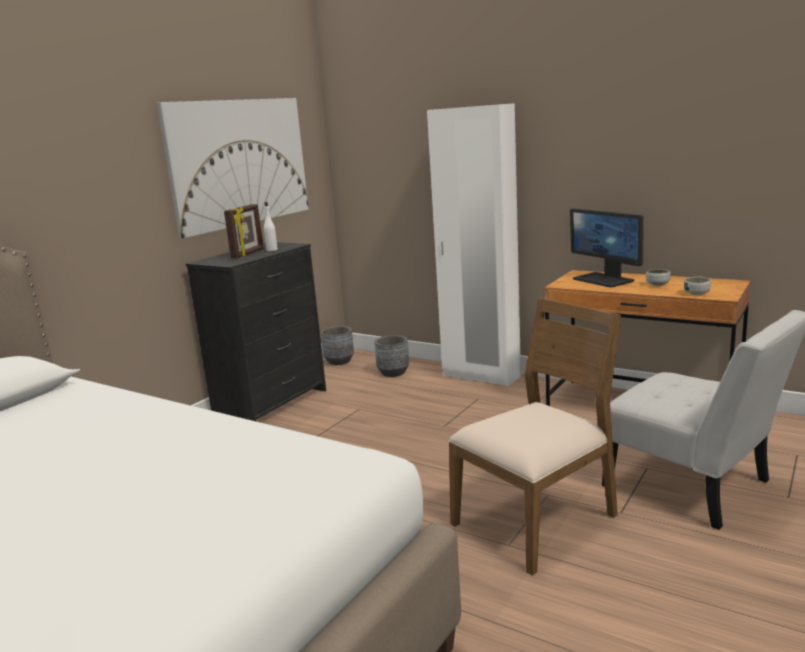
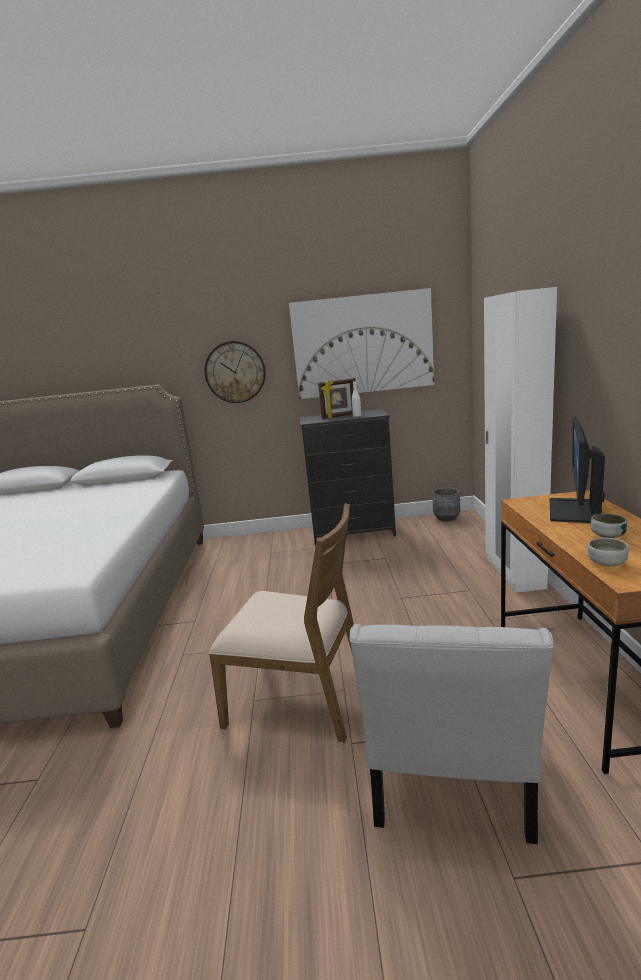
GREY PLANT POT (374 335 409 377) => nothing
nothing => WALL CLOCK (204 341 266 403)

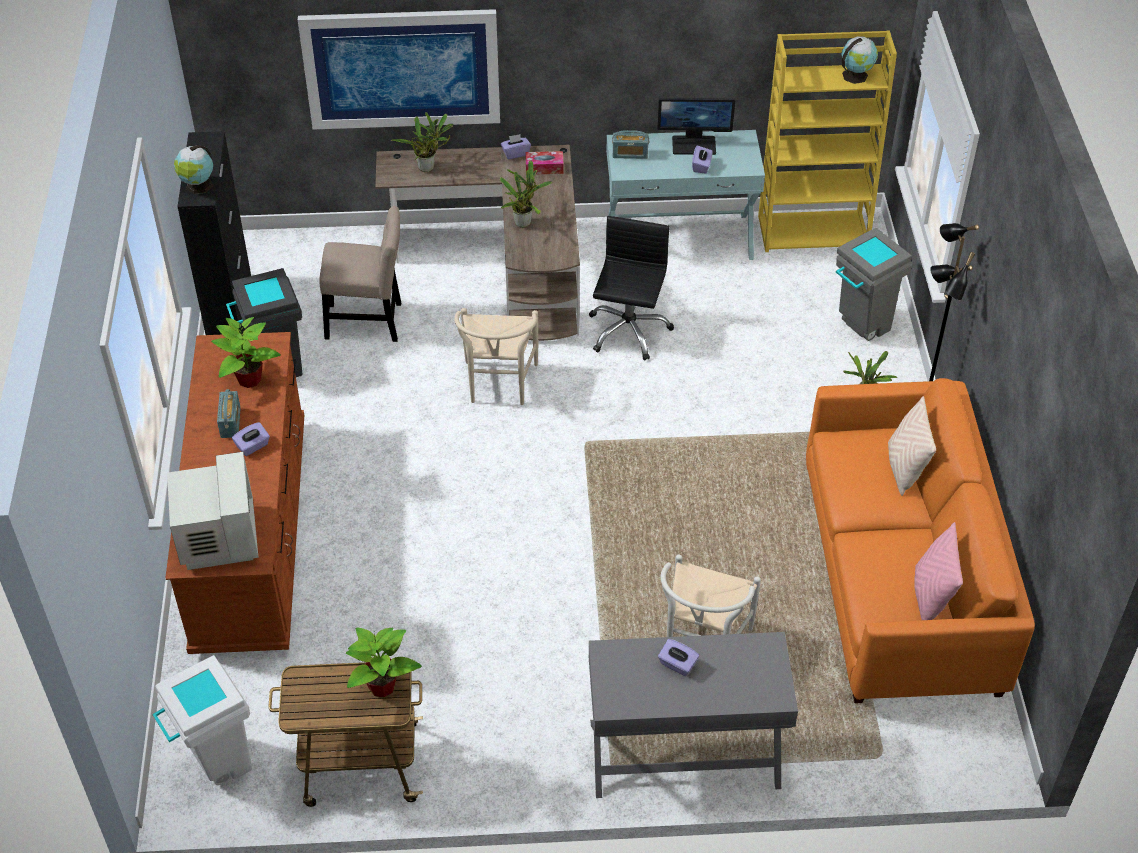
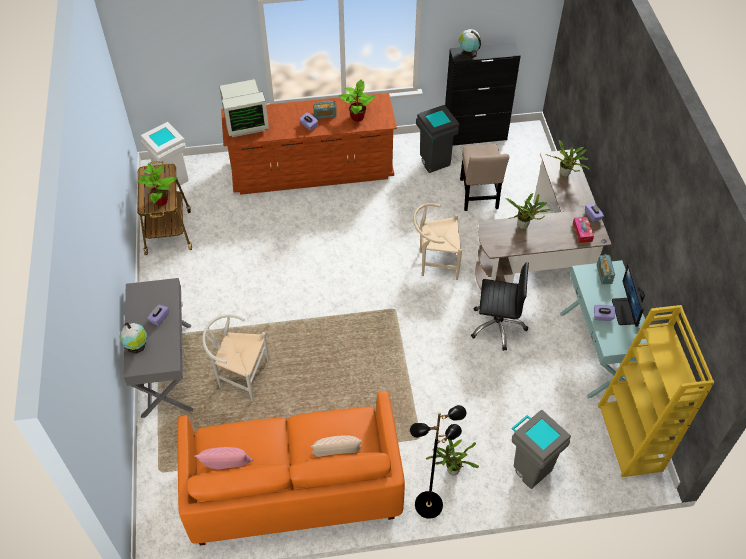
PICTURE (298 9 500 130) => nothing
DESK GLOBE (841 36 878 84) => DESK GLOBE (119 322 147 354), relocated

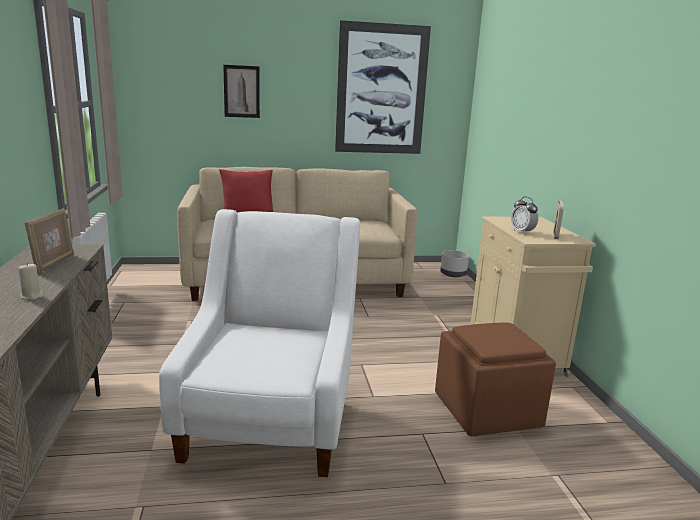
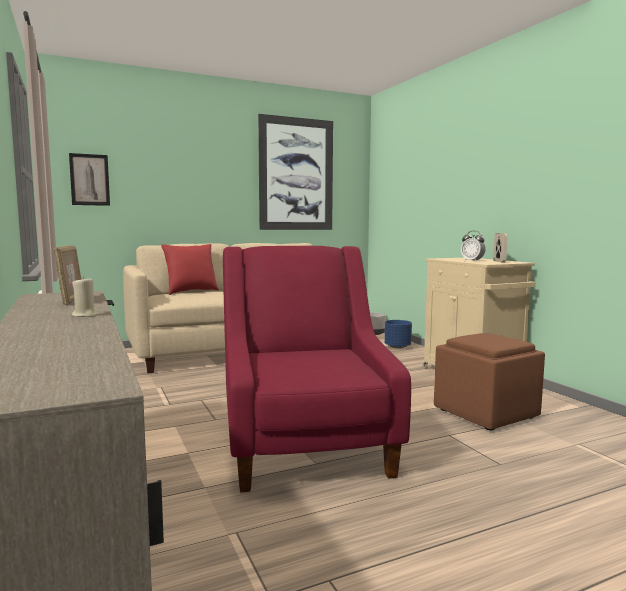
nothing => BLUE-COLOURED PLANT POT (384 320 412 349)
PICTURE (223 65 260 118) => PICTURE (69 153 110 206), relocated
WHITE ARMCHAIR (159 209 360 477) => RED ARMCHAIR (223 246 411 493)

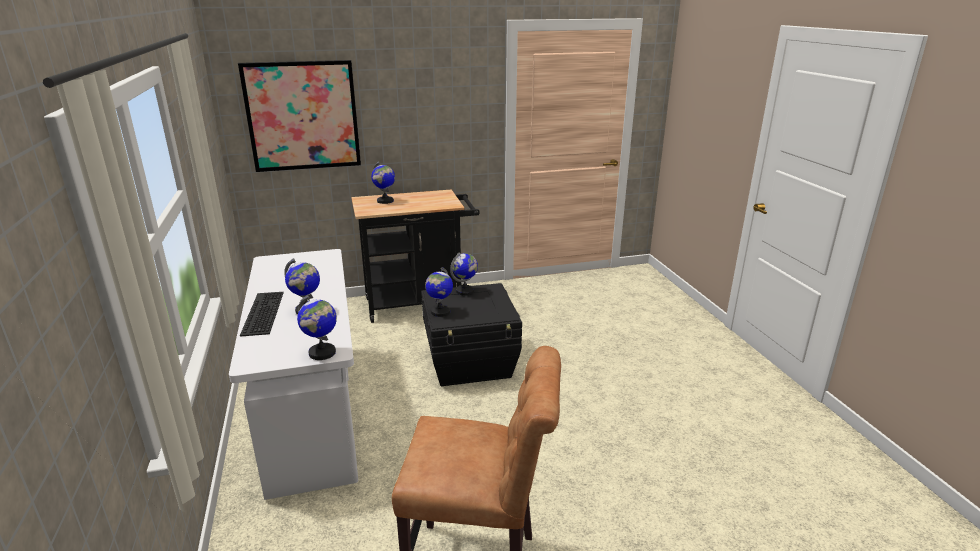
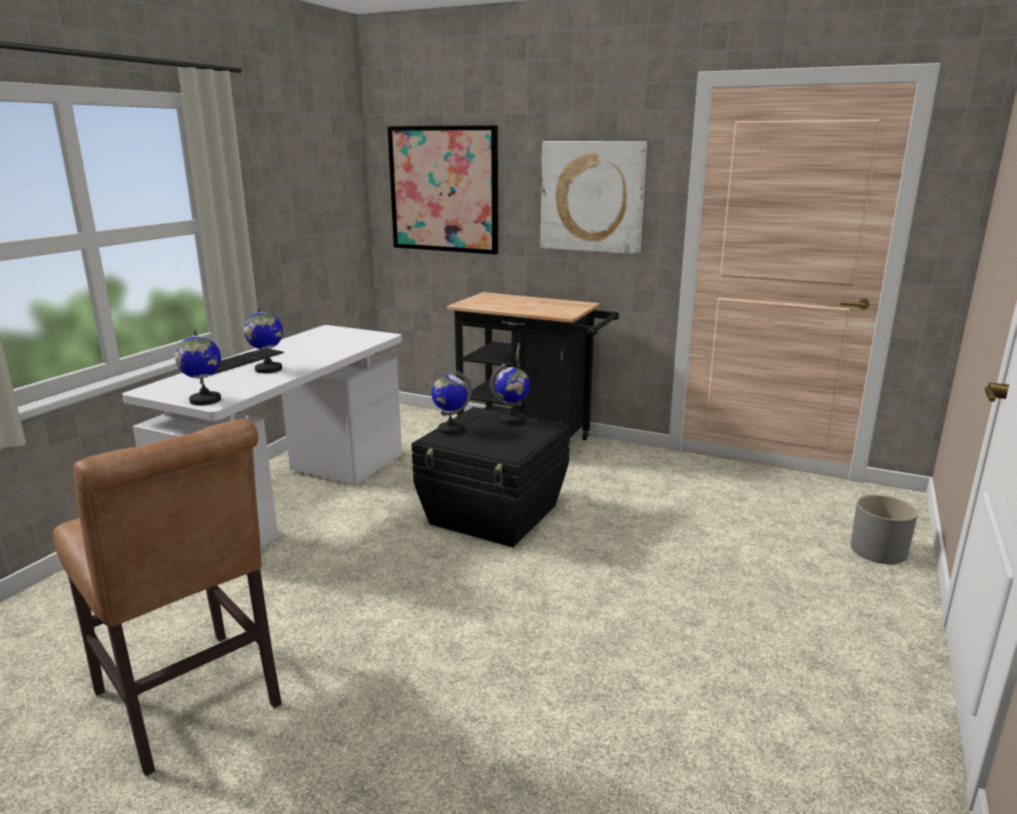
DESK GLOBE (371 161 395 204) => nothing
nothing => PICTURE (541 141 647 255)
nothing => GREY PLANT POT (850 495 918 564)

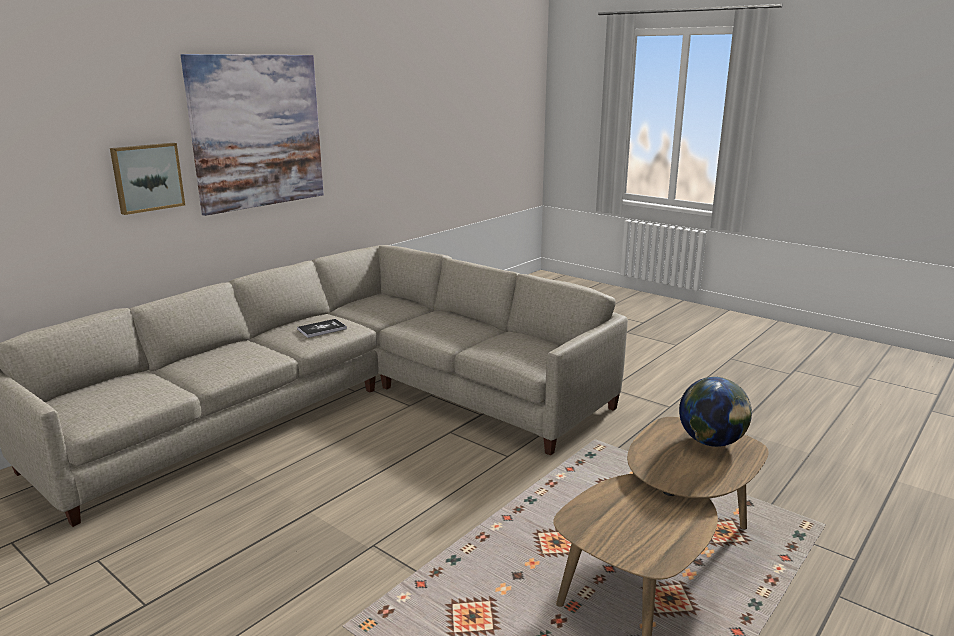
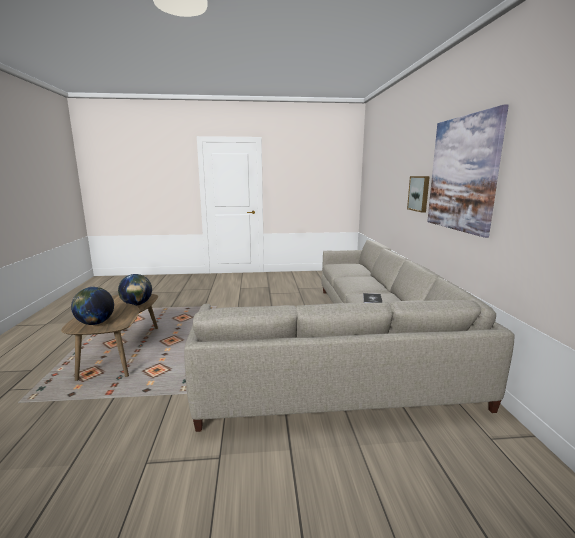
nothing => DESK GLOBE (118 274 152 306)

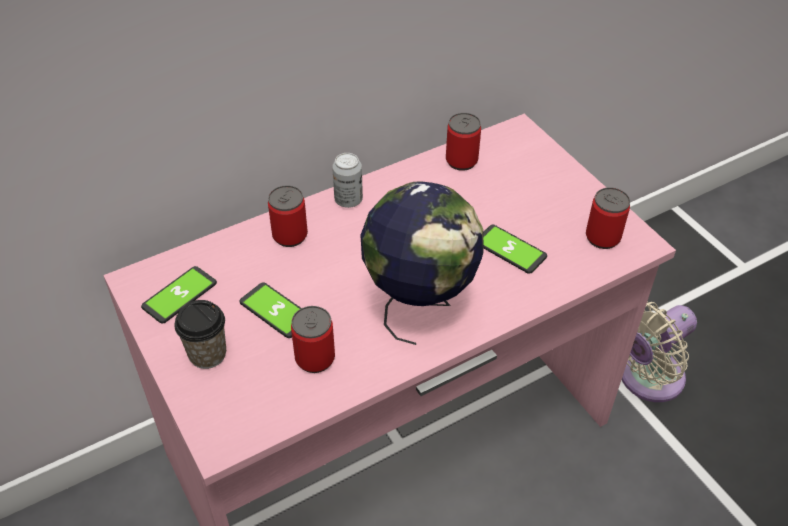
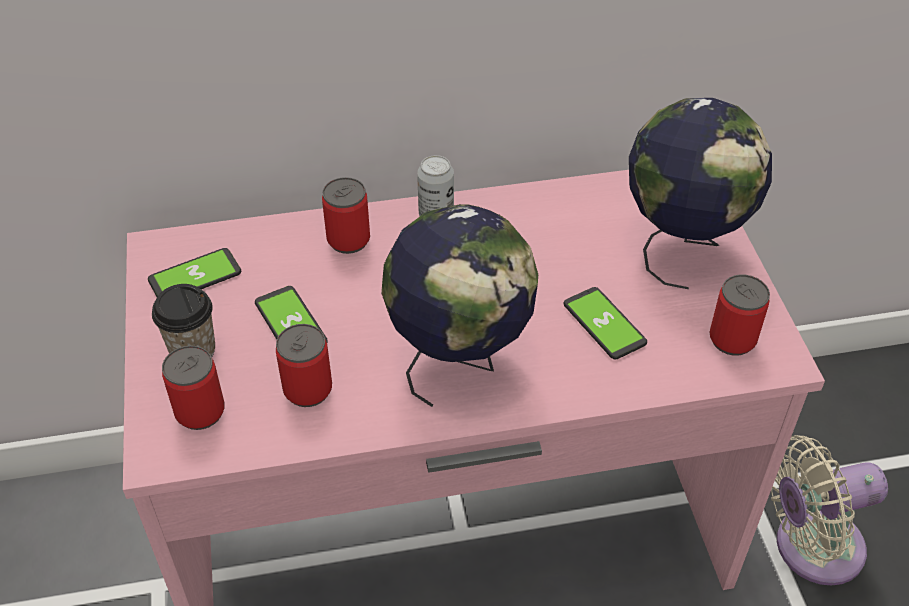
nothing => DESK GLOBE (629 98 772 289)
SEALED CAN (446 113 481 171) => SEALED CAN (162 346 225 430), relocated

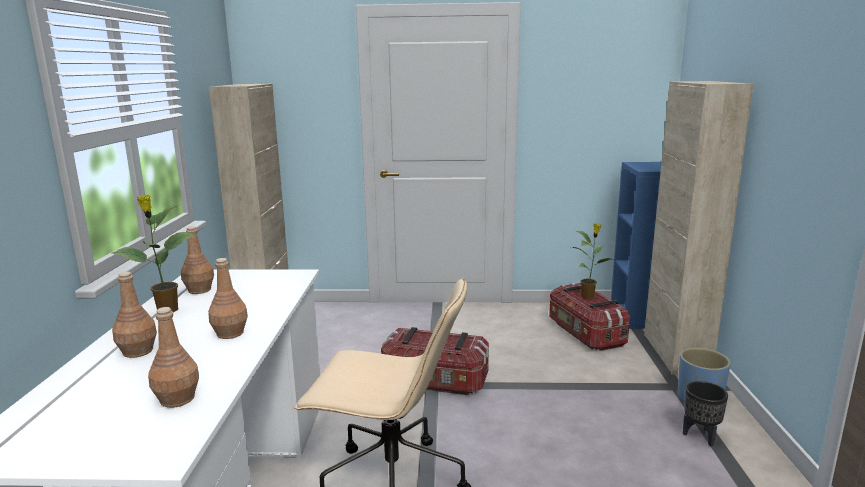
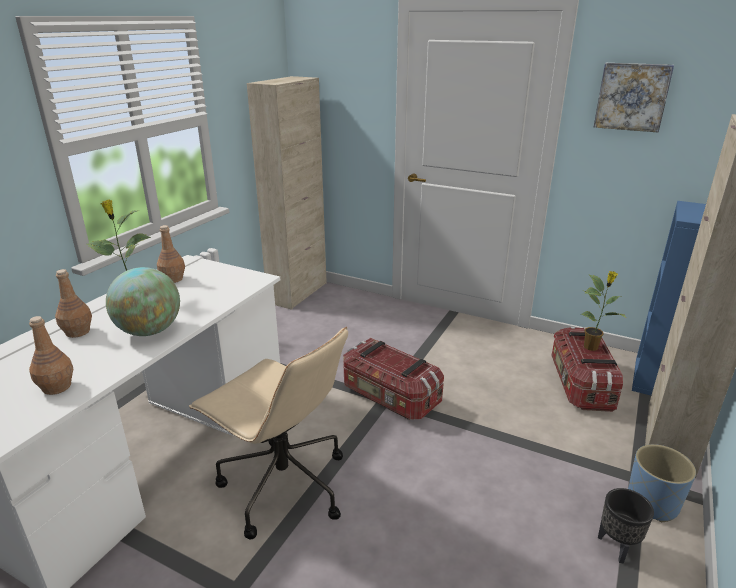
nothing => PICTURE (594 63 674 132)
BROWN BOTTLE (208 258 248 339) => DESK GLOBE (106 267 180 336)

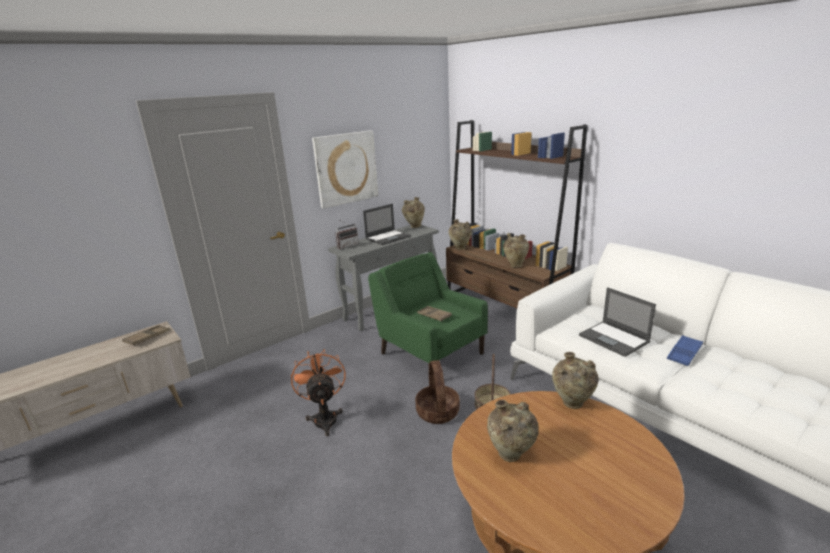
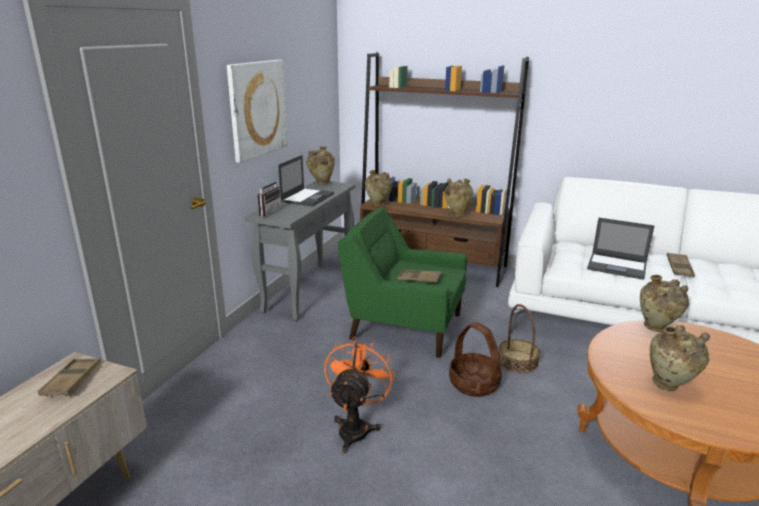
BLUE-COLOURED CARRYING TRAY (667 335 703 366) => BROWN CARRYING TRAY (667 252 695 277)
ORANGE-COLOURED FAN (291 349 346 436) => ORANGE-COLOURED FAN (324 336 395 453), 60 degrees clockwise

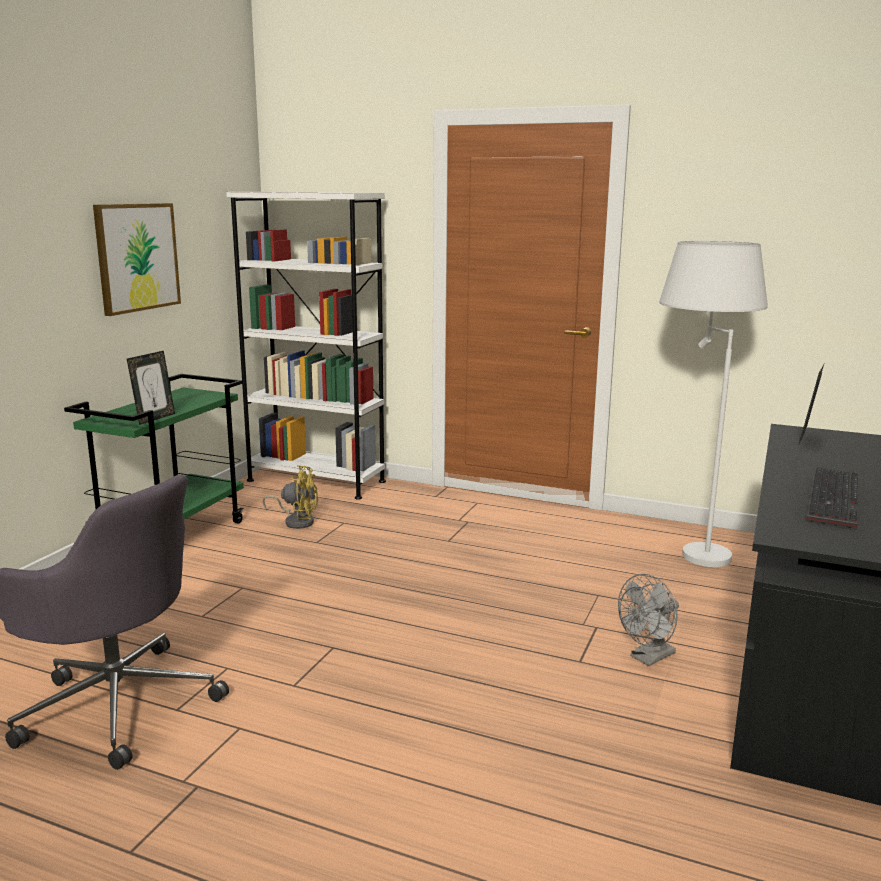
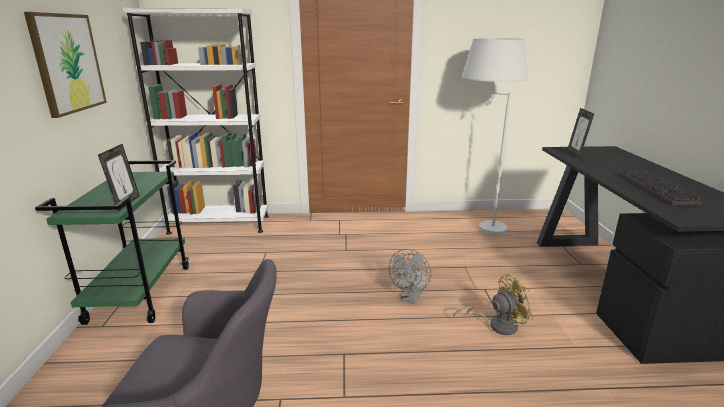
YELLOW FAN (262 465 318 529) => YELLOW FAN (453 274 534 335), relocated
GREY FAN (618 574 679 666) => GREY FAN (389 249 431 304), relocated

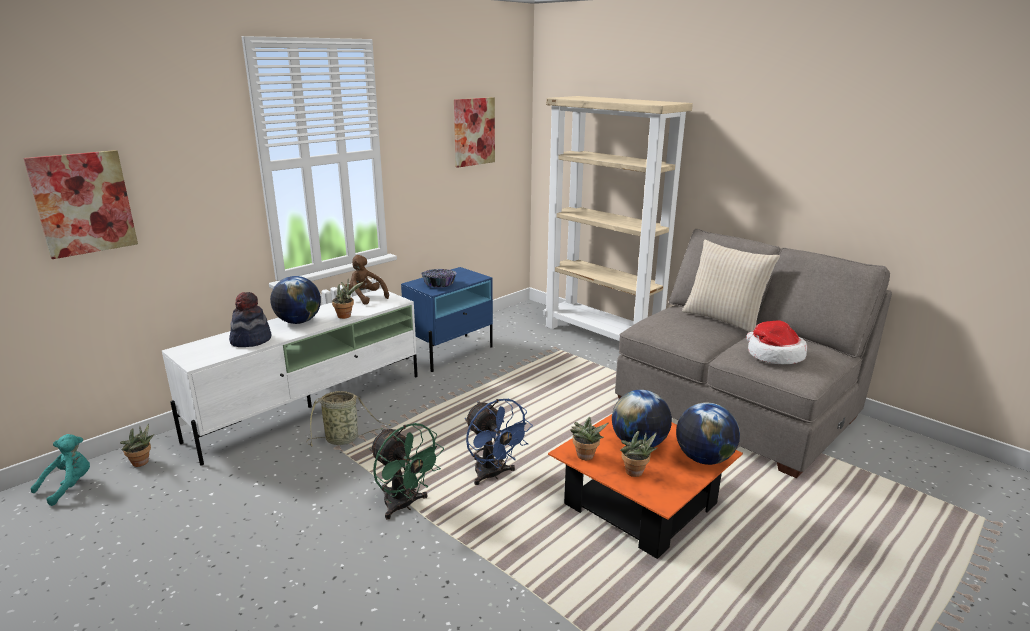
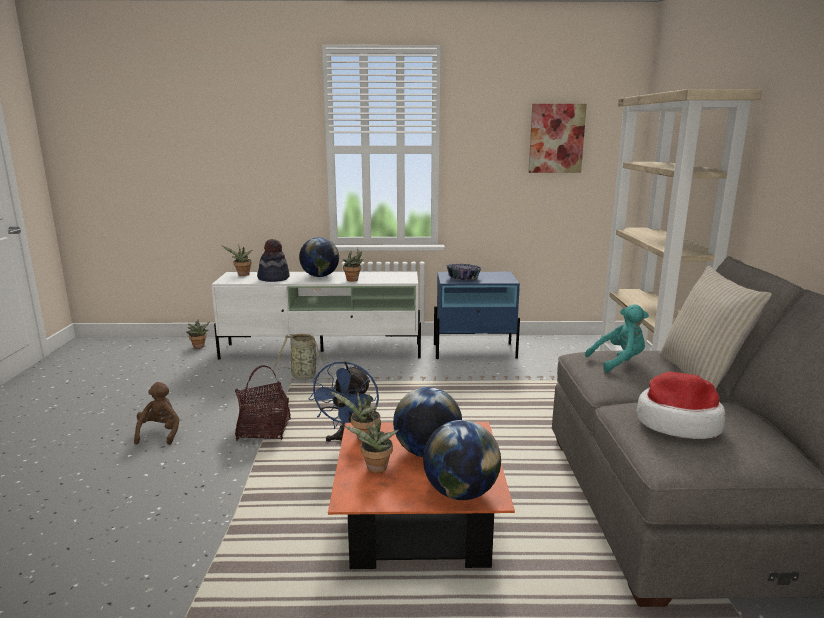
PICTURE (23 150 138 259) => nothing
nothing => POTTED PLANT (222 244 253 276)
BLUE-GREEN PLUSH TOY (31 434 90 506) => BLUE-GREEN PLUSH TOY (585 304 649 372), relocated
BROWN PLUSH TOY (345 255 389 305) => BROWN PLUSH TOY (134 382 180 445), relocated
GREEN-COLOURED FAN (369 423 444 520) => STORAGE BASKET (235 365 291 441)

